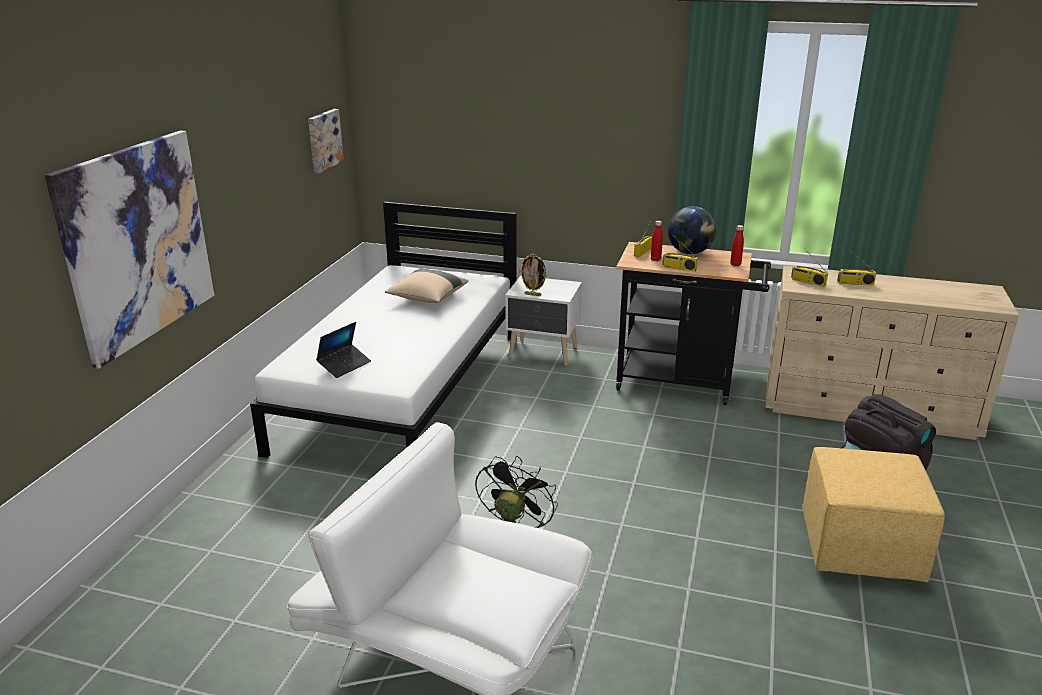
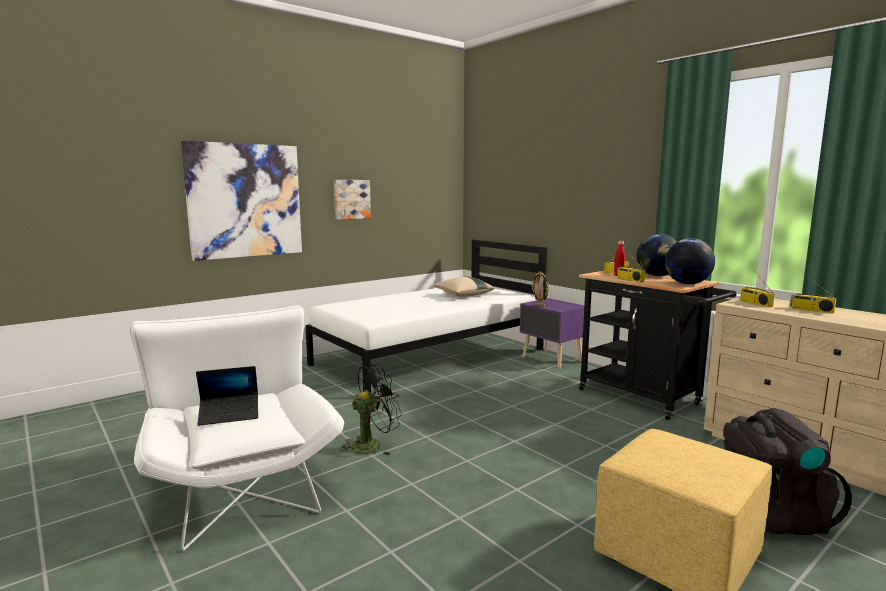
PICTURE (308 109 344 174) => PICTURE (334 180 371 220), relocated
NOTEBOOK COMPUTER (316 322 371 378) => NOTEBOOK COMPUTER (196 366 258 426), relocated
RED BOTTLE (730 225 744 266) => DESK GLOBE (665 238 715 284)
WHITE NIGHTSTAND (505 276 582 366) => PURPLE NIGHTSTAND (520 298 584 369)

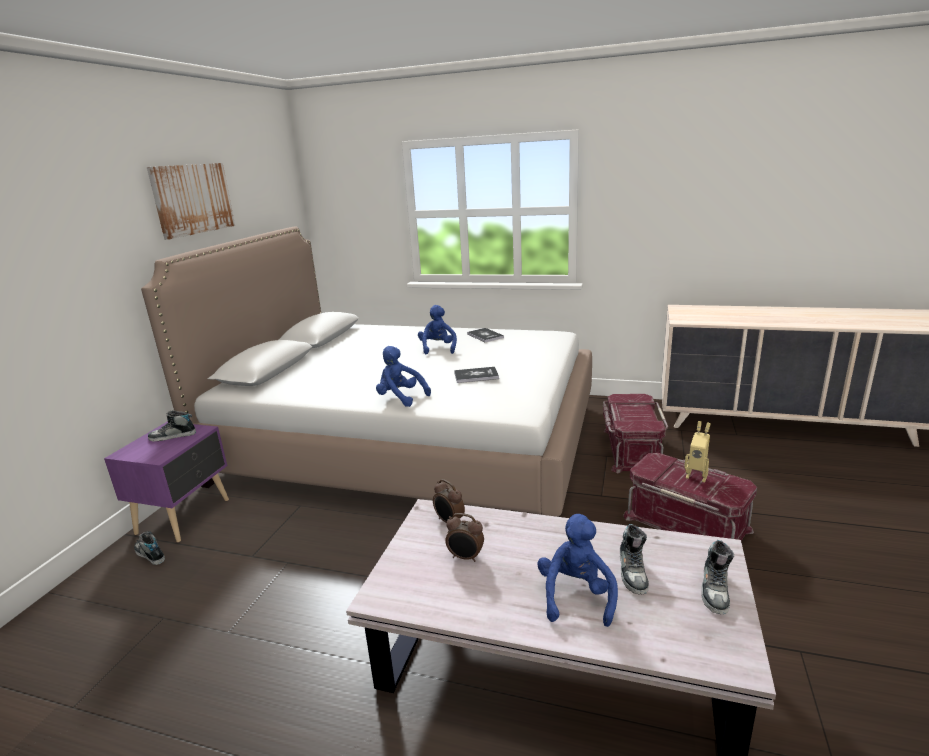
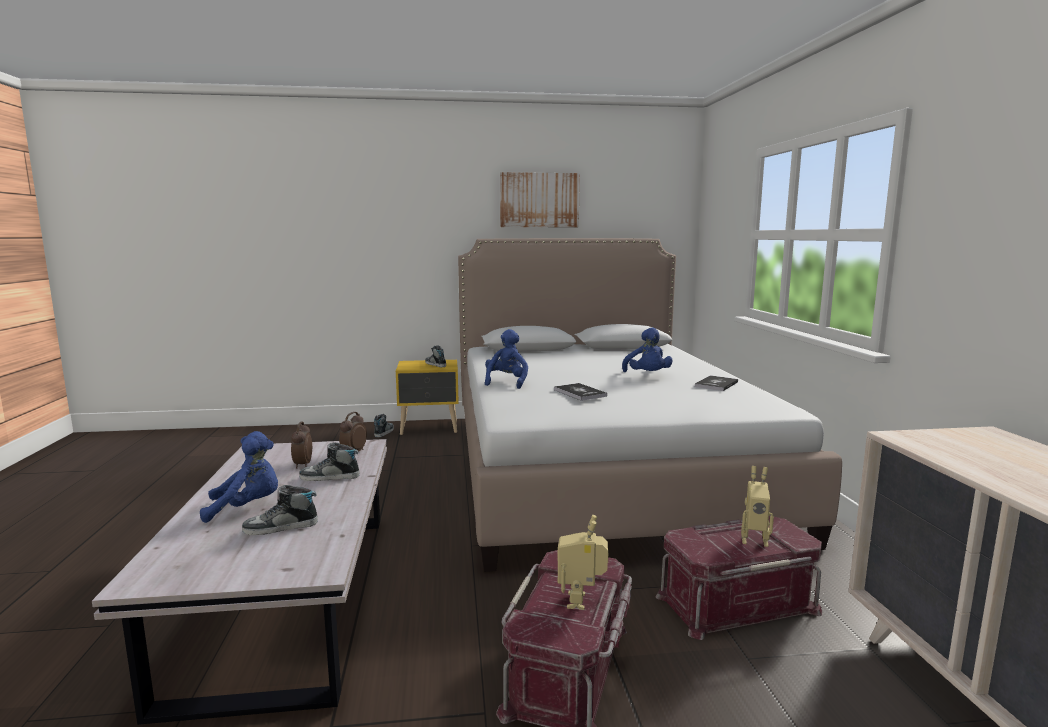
nothing => MODEL ROBOT (741 466 774 547)
ITEM OF FOOTWEAR (701 540 734 614) => ITEM OF FOOTWEAR (299 443 360 481), relocated
PURPLE NIGHTSTAND (104 422 229 542) => YELLOW NIGHTSTAND (396 360 459 435)
BLUE-COLOURED PLUSH TOY (418 305 457 354) => BLUE-COLOURED PLUSH TOY (622 327 673 372), 105 degrees clockwise

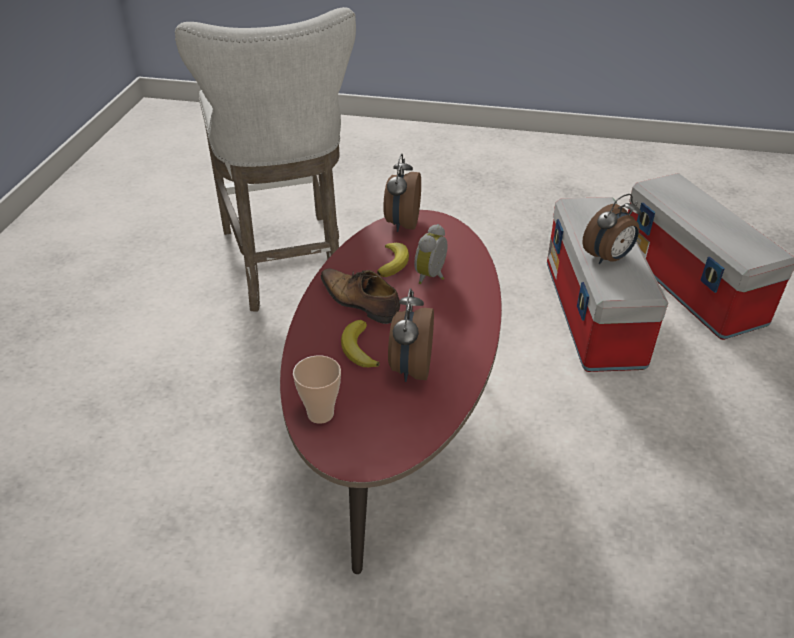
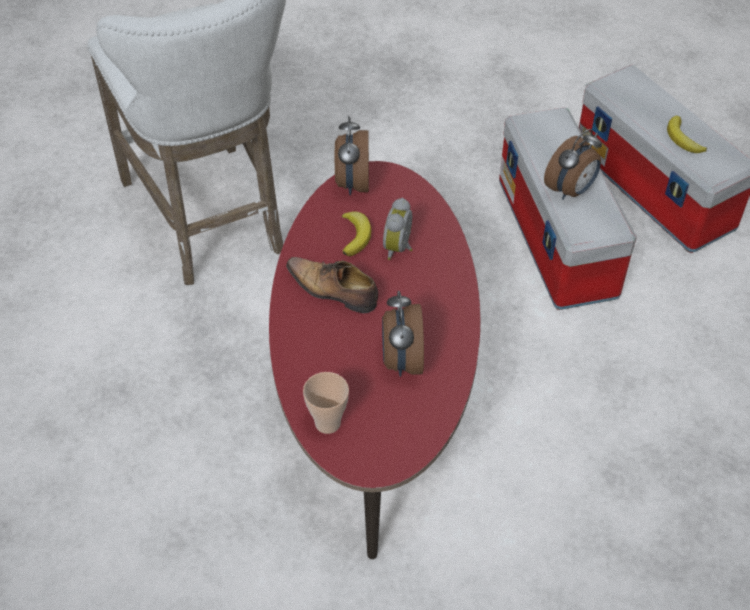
BANANA (341 320 380 367) => BANANA (667 116 707 153), relocated

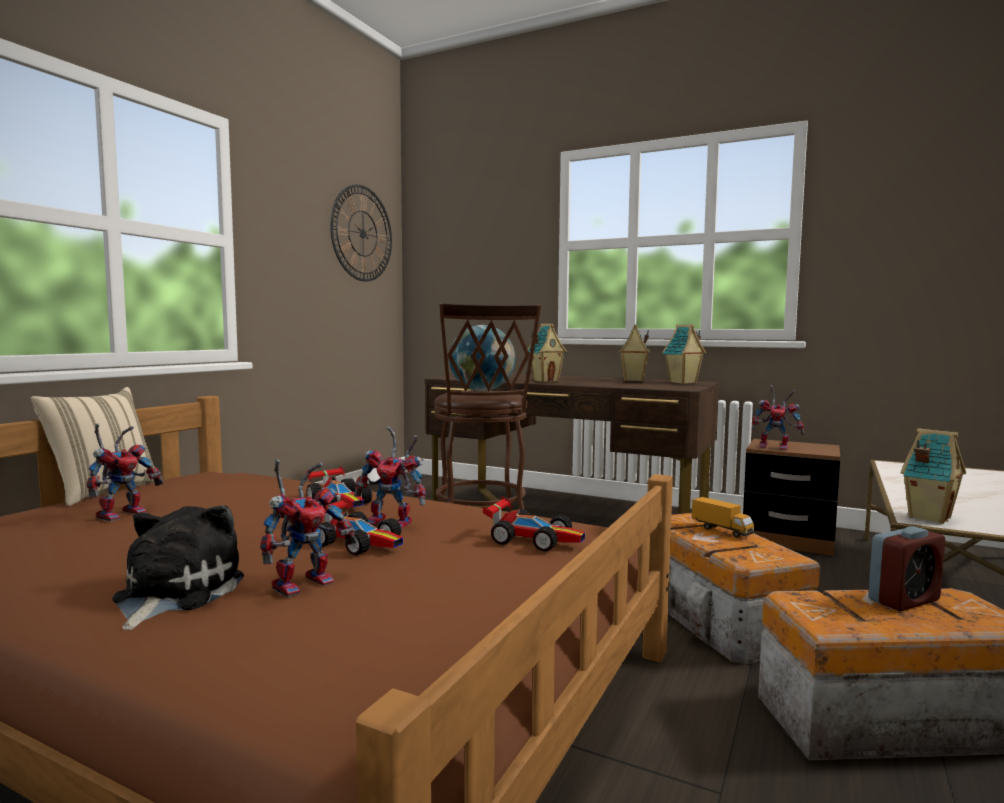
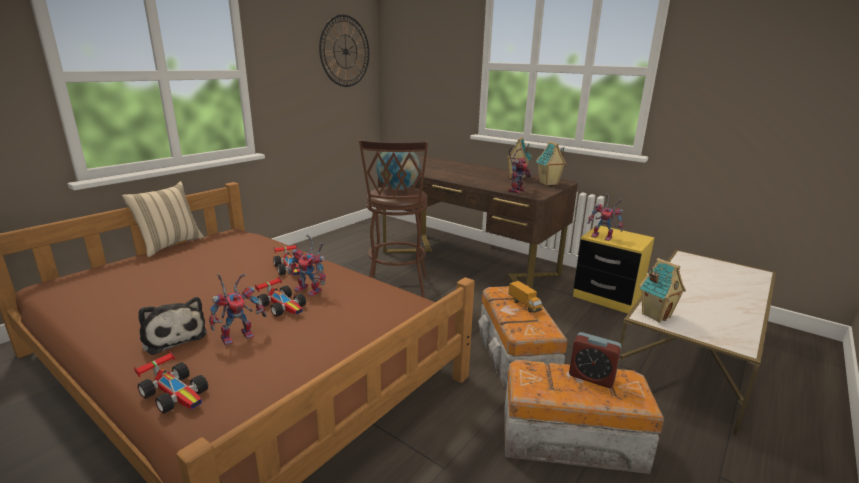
TOY HOUSE (527 324 567 382) => nothing
MODEL ROBOT (87 424 164 522) => MODEL ROBOT (508 147 532 194), relocated
TOY CAR (483 496 585 552) => TOY CAR (134 351 208 414), relocated
BROWN NIGHTSTAND (743 439 840 556) => YELLOW NIGHTSTAND (573 226 655 314)
PLUSH TOY (112 505 244 630) => PLUSH TOY (138 297 207 355), 120 degrees clockwise
ALARM CLOCK (868 526 945 611) => ALARM CLOCK (569 332 622 388), 45 degrees clockwise

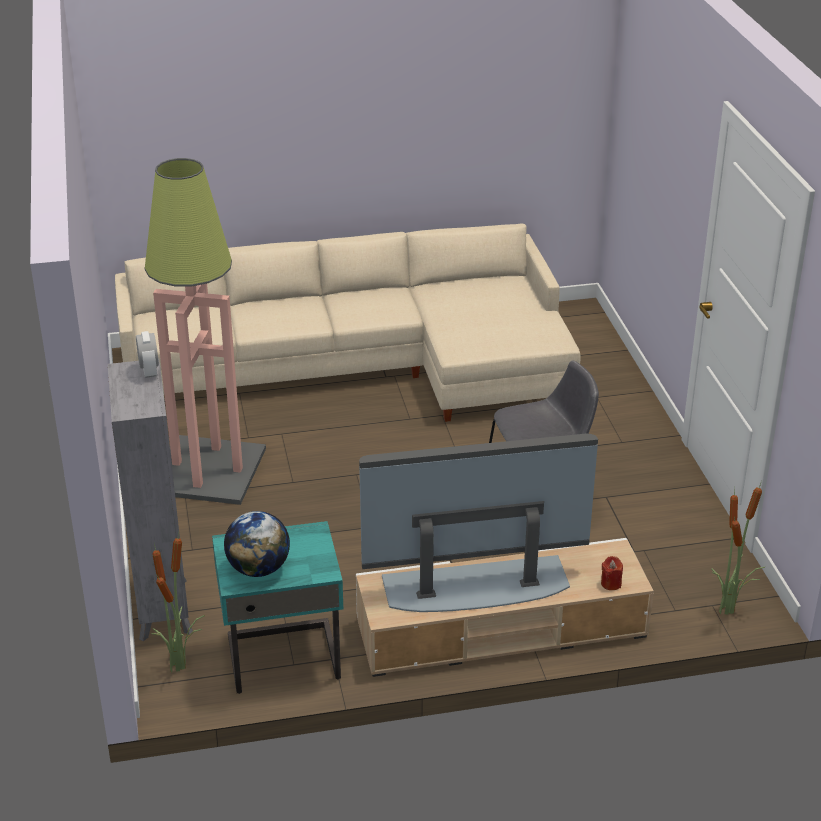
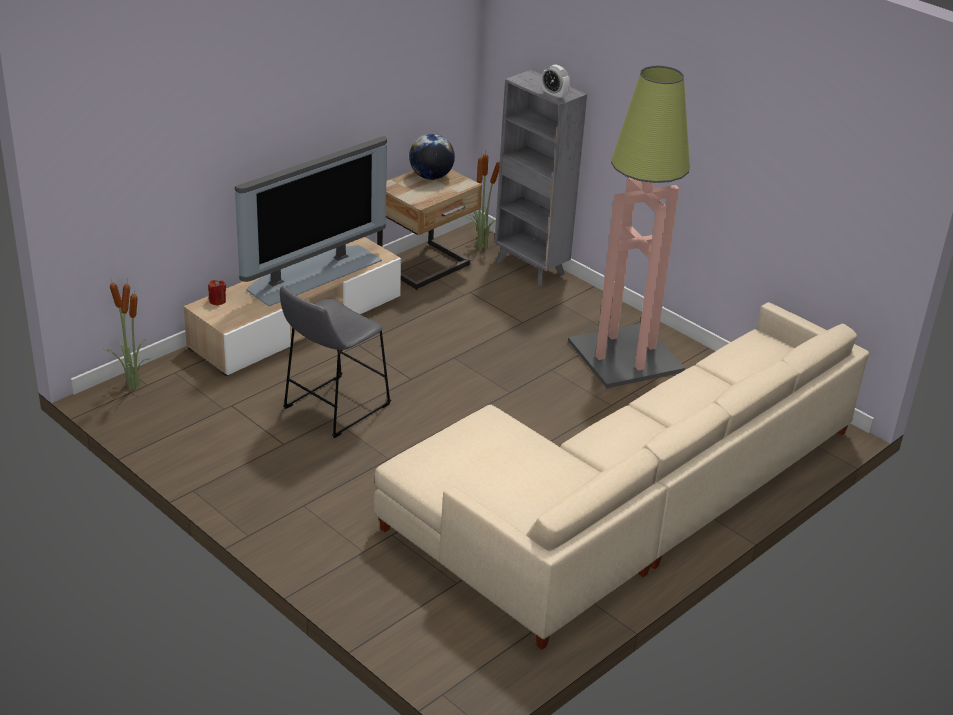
BLUE-GREEN NIGHTSTAND (212 521 343 694) => BEIGE NIGHTSTAND (377 169 482 290)

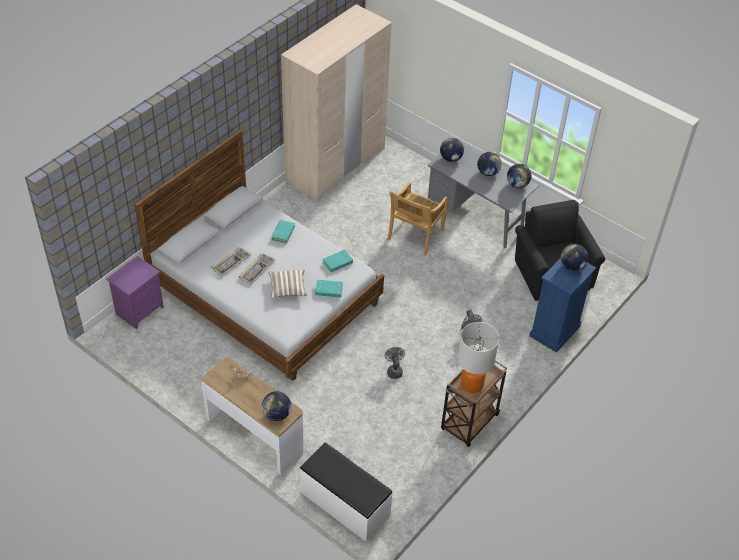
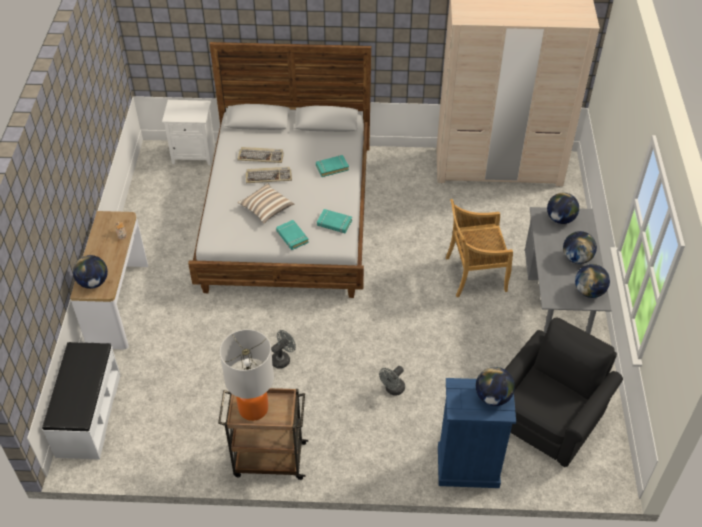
PURPLE NIGHTSTAND (106 256 164 329) => WHITE NIGHTSTAND (162 100 215 165)

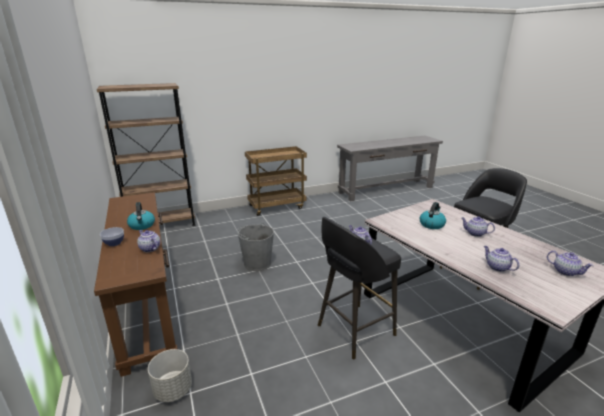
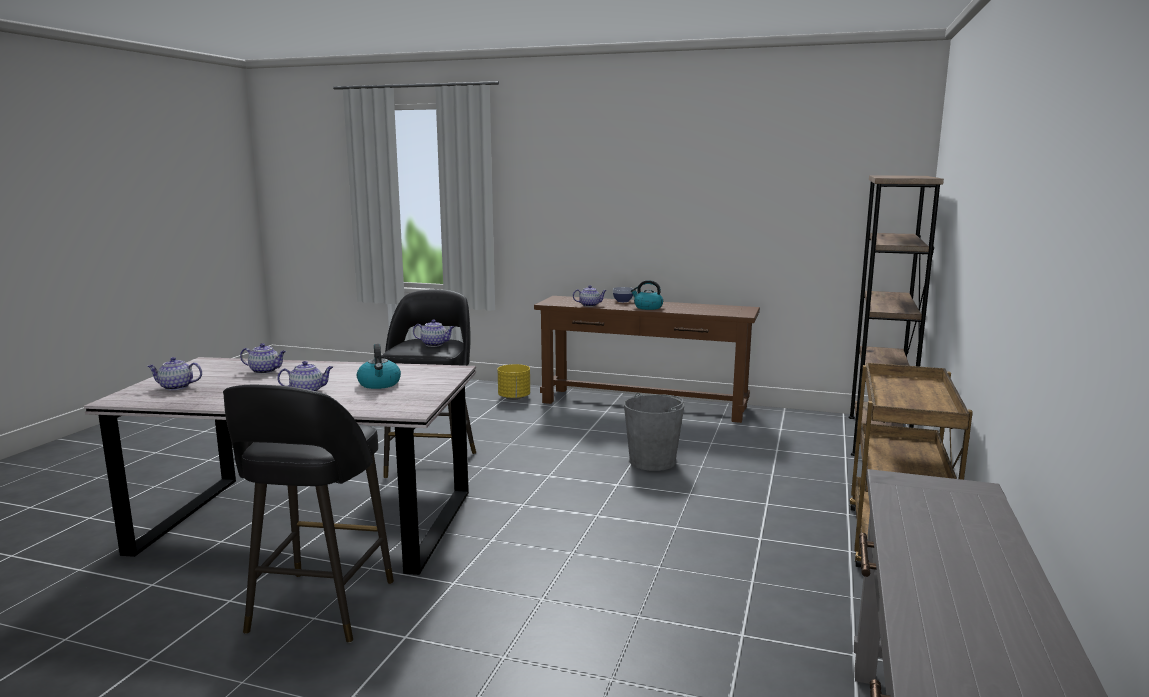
GREY PLANT POT (148 349 192 402) => YELLOW PLANT POT (498 364 530 400)

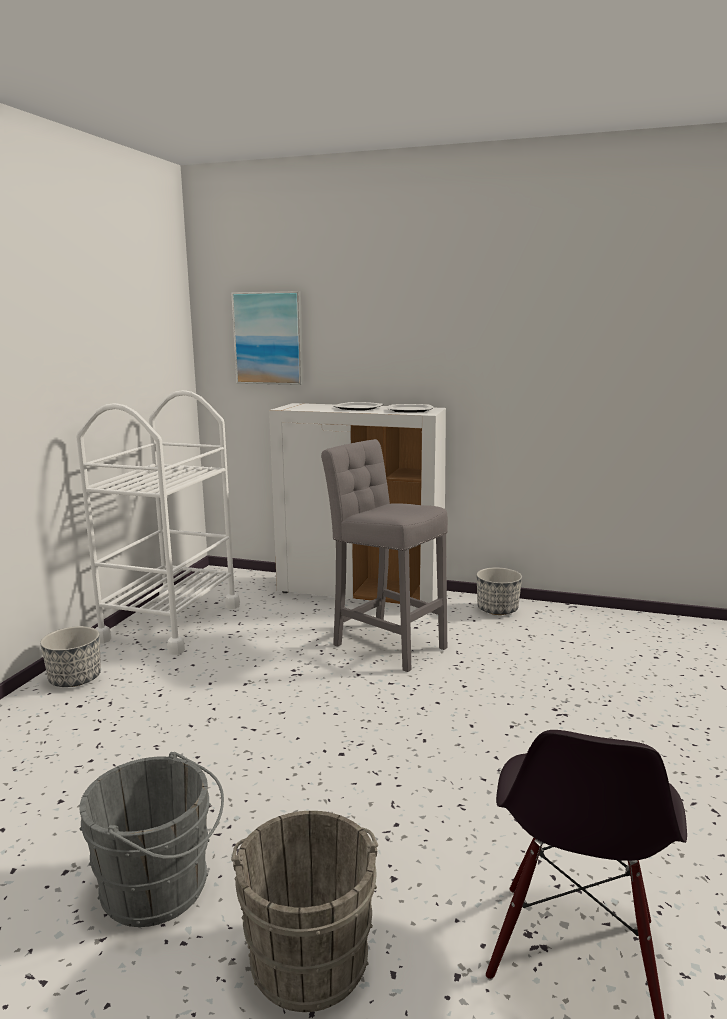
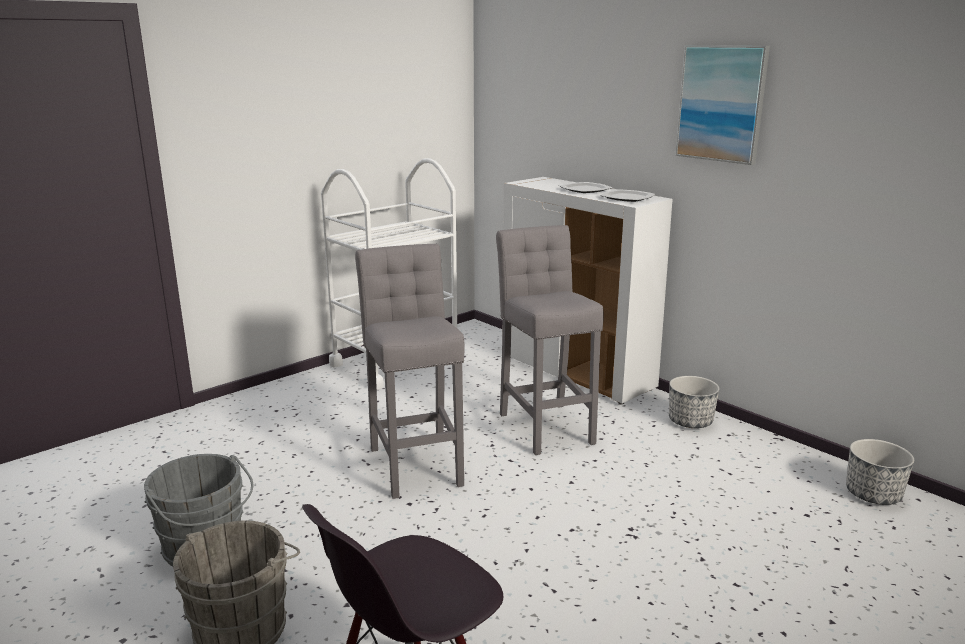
nothing => GREY STOOL (355 244 464 499)
PLANT POT (40 626 101 687) => PLANT POT (846 439 914 505), relocated
PICTURE (231 291 303 385) => PICTURE (675 45 770 165), relocated

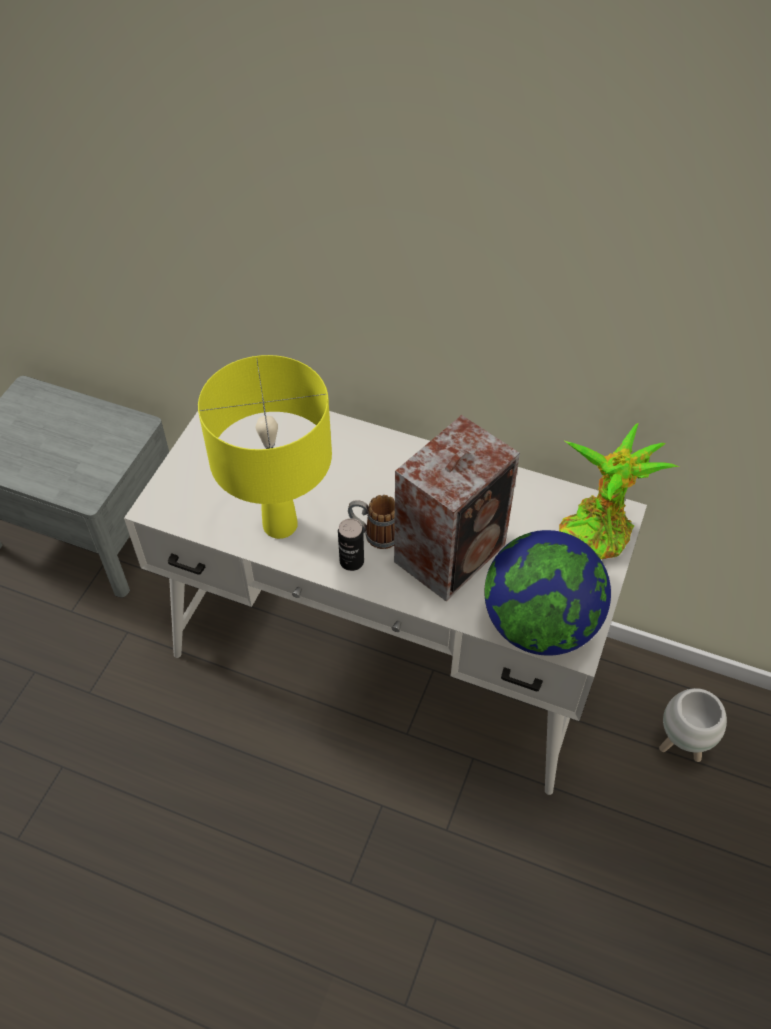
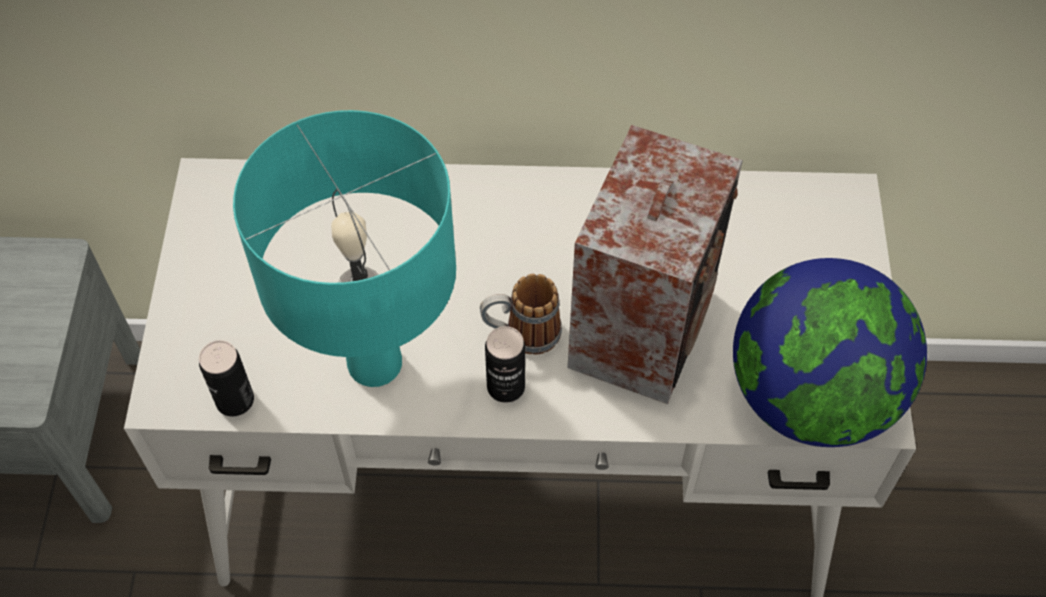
POTTED PLANT (559 423 679 559) => nothing
WHITE PLANT POT (659 688 727 762) => nothing
nothing => SEALED CAN (199 340 254 417)
YELLOW TABLE LAMP (198 355 332 539) => BLUE-GREEN TABLE LAMP (233 110 456 387)

